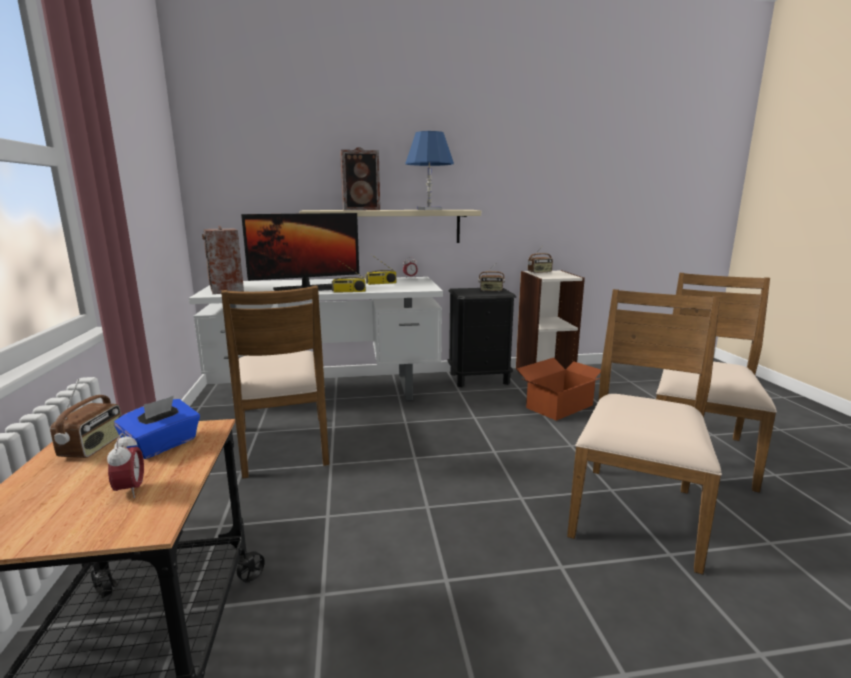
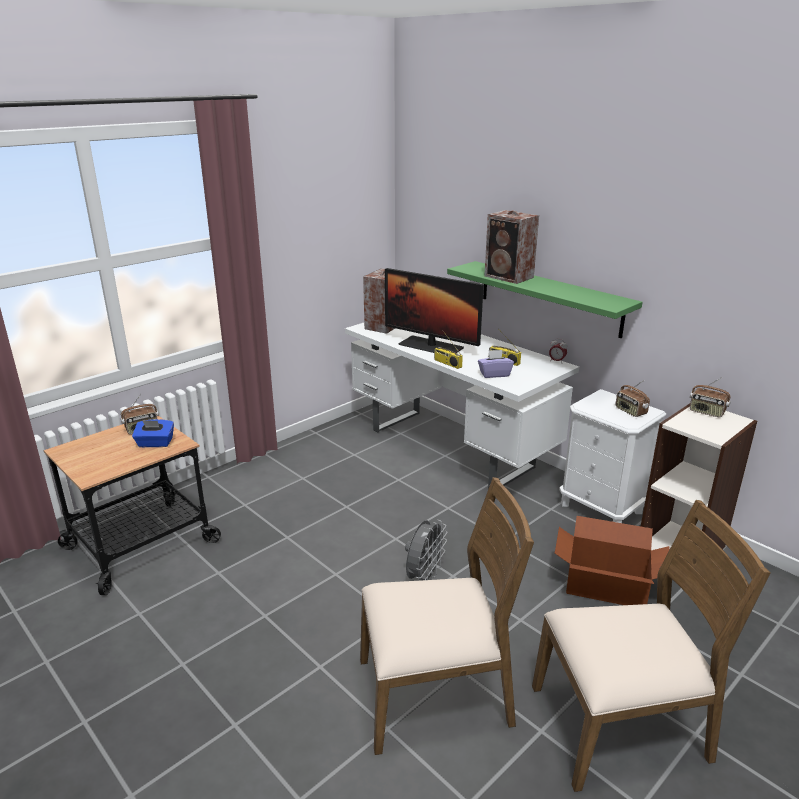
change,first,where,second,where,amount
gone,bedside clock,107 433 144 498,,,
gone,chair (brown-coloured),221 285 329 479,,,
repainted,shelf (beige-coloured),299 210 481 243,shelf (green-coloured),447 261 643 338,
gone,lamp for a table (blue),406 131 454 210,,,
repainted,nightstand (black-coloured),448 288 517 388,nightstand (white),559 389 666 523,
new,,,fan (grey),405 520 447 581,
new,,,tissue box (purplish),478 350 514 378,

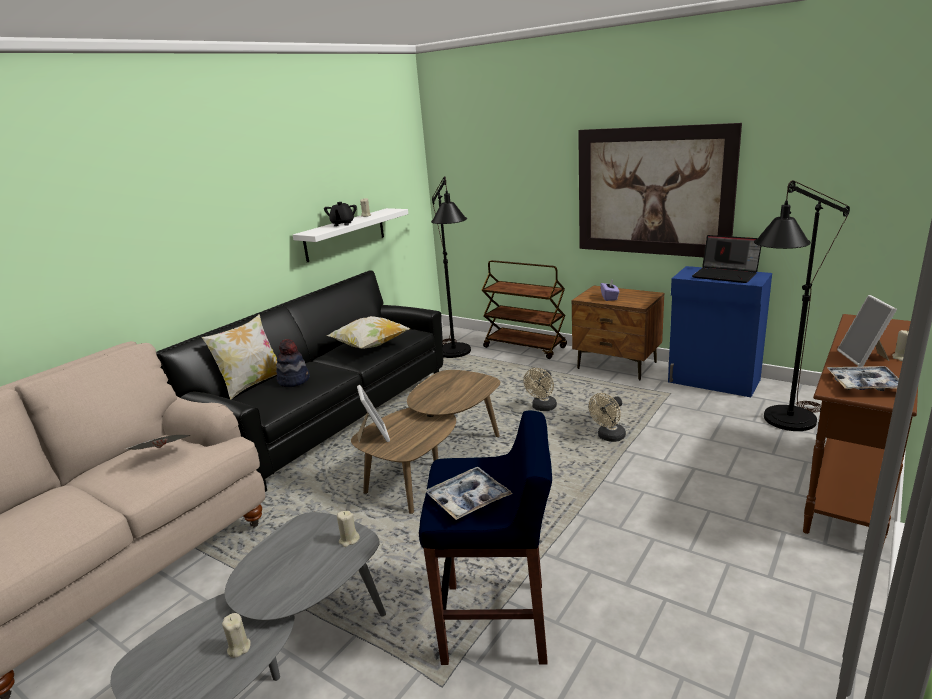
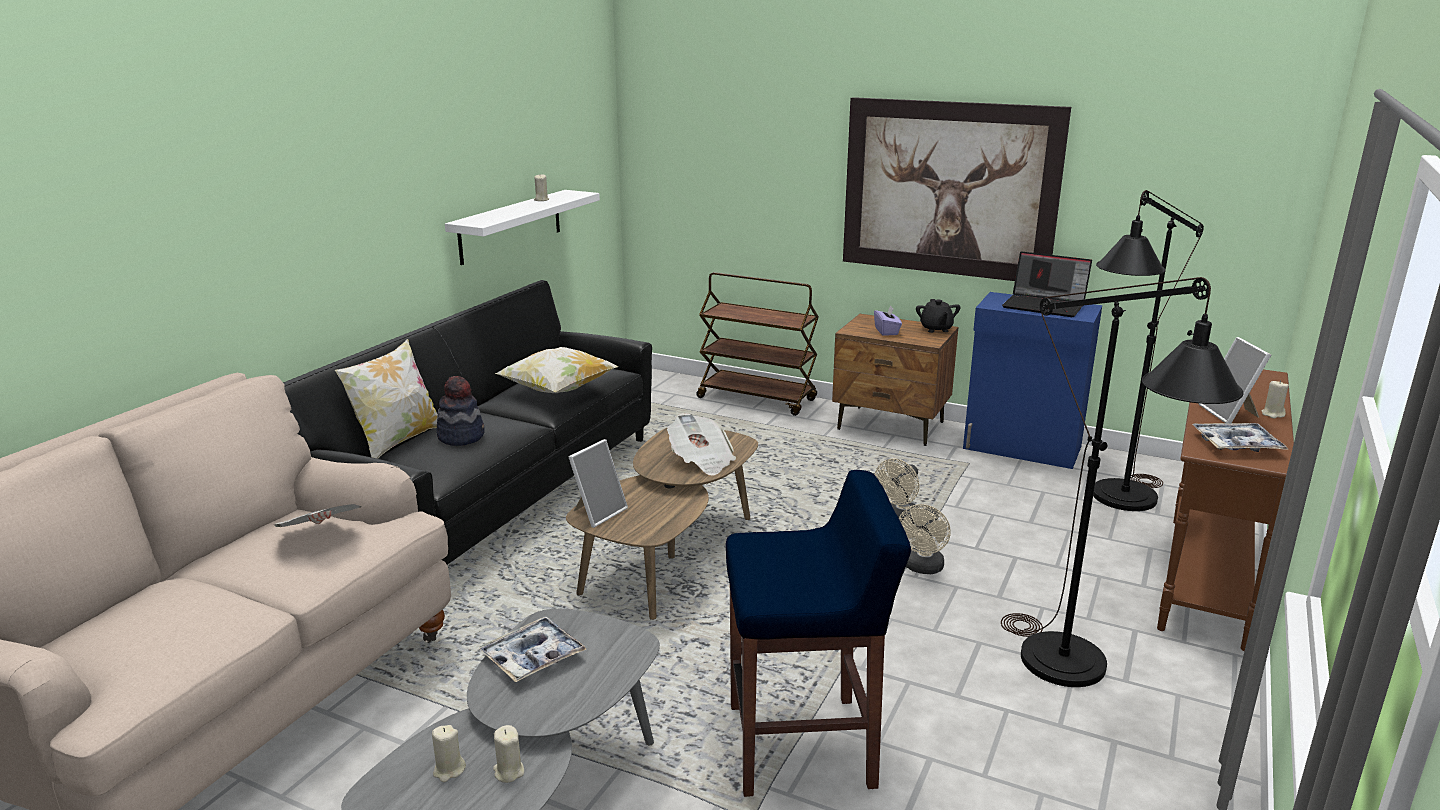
change,first,where,second,where,amount
shifted,teapot (black-coloured),324 202 357 226,,916 299 960 333,
shifted,candle (beige-coloured),337 511 360 547,,432 725 466 782,
rotated,standing frame,357 385 390 443,,569 439 628 528,60 degrees clockwise
shifted,carrying tray,425 467 513 520,,479 616 586 682,
shifted,standing lamp (black-coloured),431 176 471 358,,1001 277 1244 687,
shifted,fan (beige-coloured),523 368 557 411,,899 504 951 574,
new,,,printed paper,667 413 736 476,

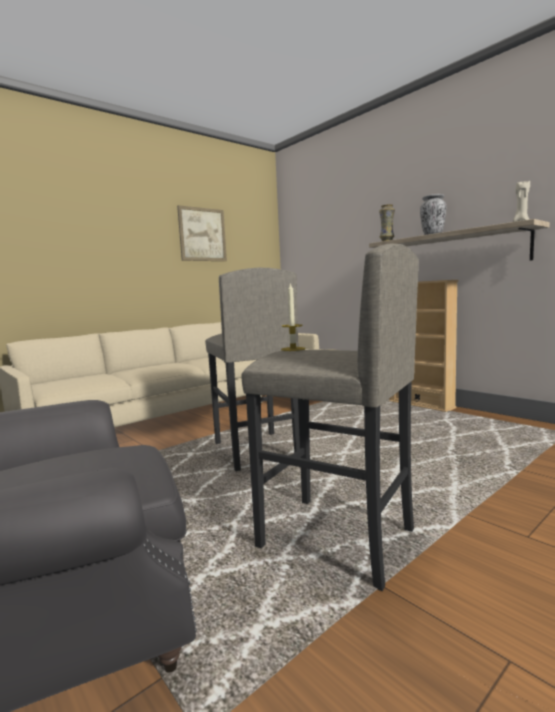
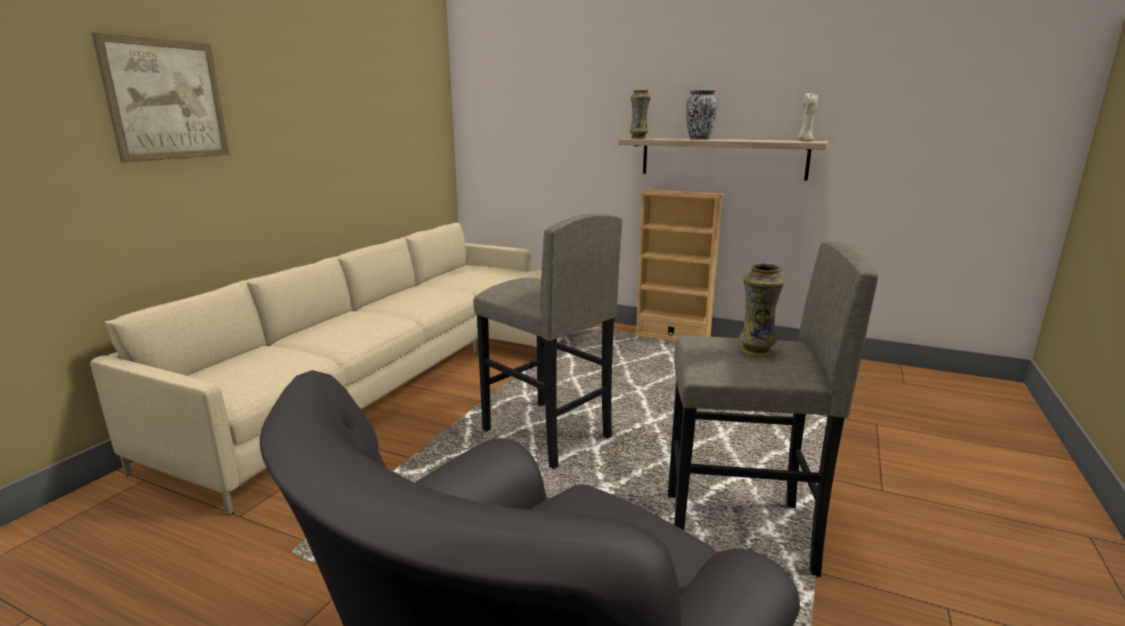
change,first,where,second,where,amount
shifted,picture,177 205 227 261,,92 32 230 163,
gone,candle,281 282 305 351,,,
new,,,decorative vase,739 263 785 357,

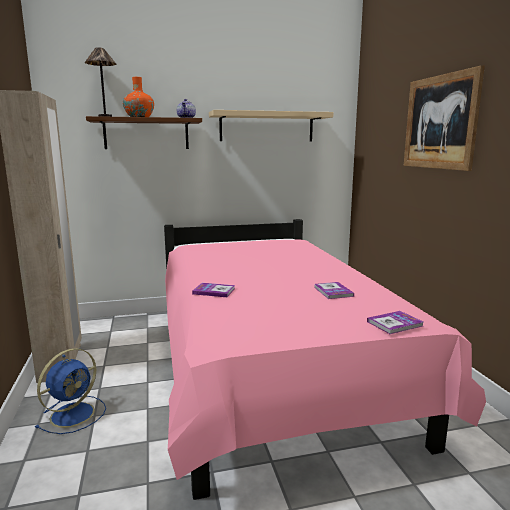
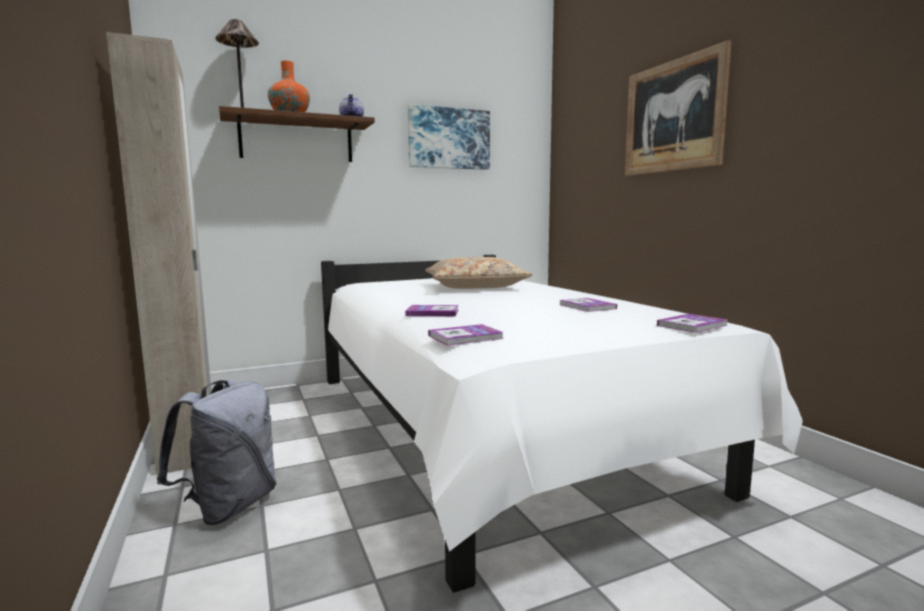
change,first,where,second,where,amount
swapped,fan (blue),35 348 106 434,backpack (grey),157 380 277 526,
repainted,bedroom bed (pink),164 219 486 500,bedroom bed (white),321 255 803 593,
swapped,shelf (beige-coloured),209 110 334 141,picture,408 104 490 170,
new,,,cushion (beige-coloured),425 257 532 289,
new,,,volume,428 324 504 346,

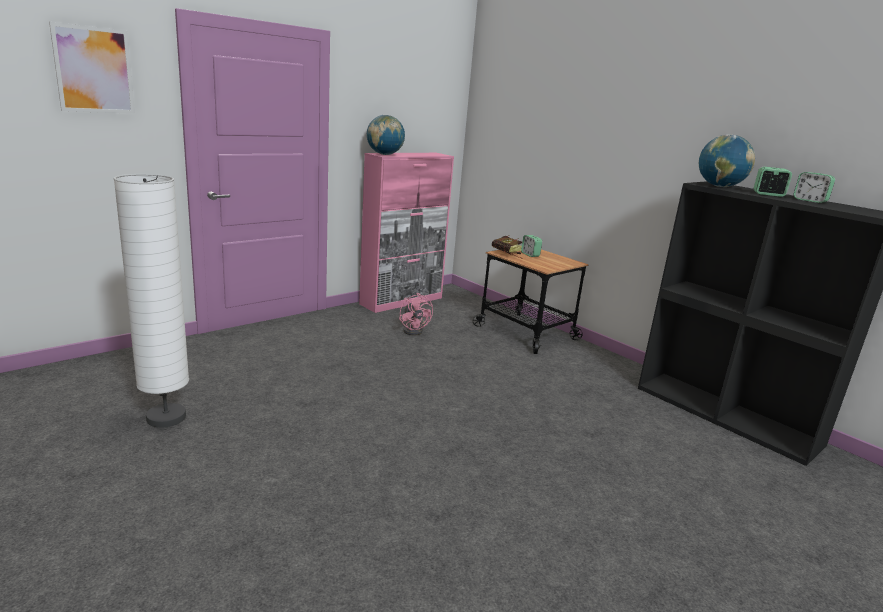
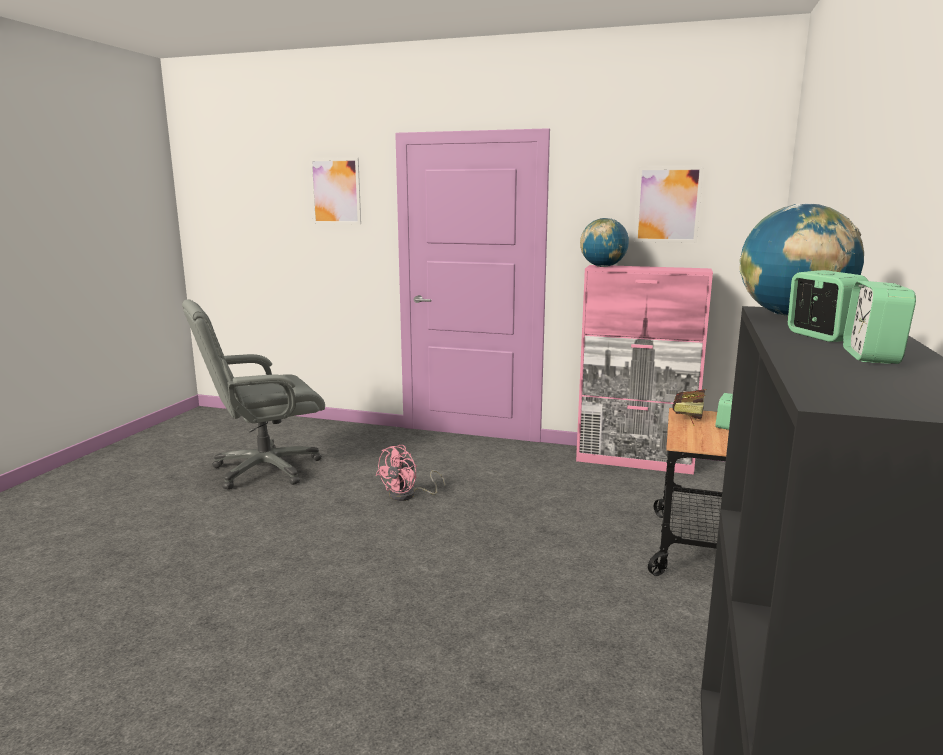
change,first,where,second,where,amount
swapped,standing lamp (white),113 174 189 428,office chair (grey),182 299 325 490,
shifted,fan (pink),399 293 433 336,,376 445 445 501,
new,,,picture,634 166 704 243,

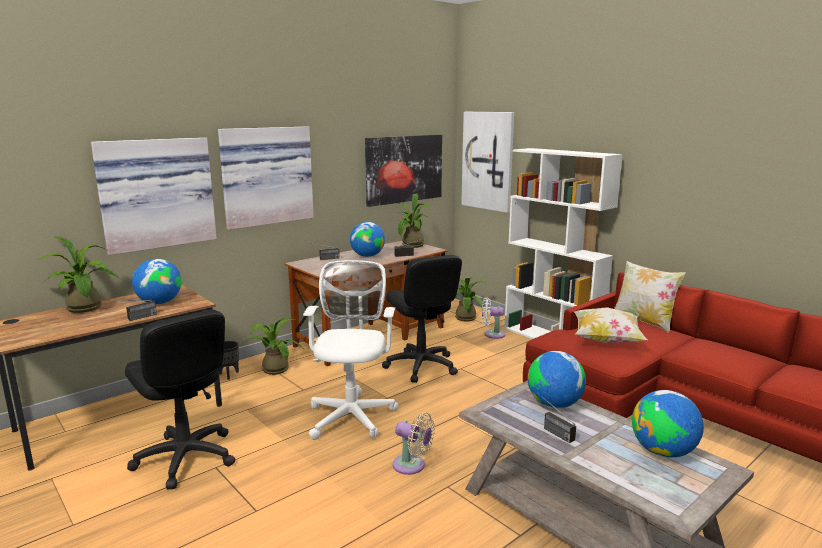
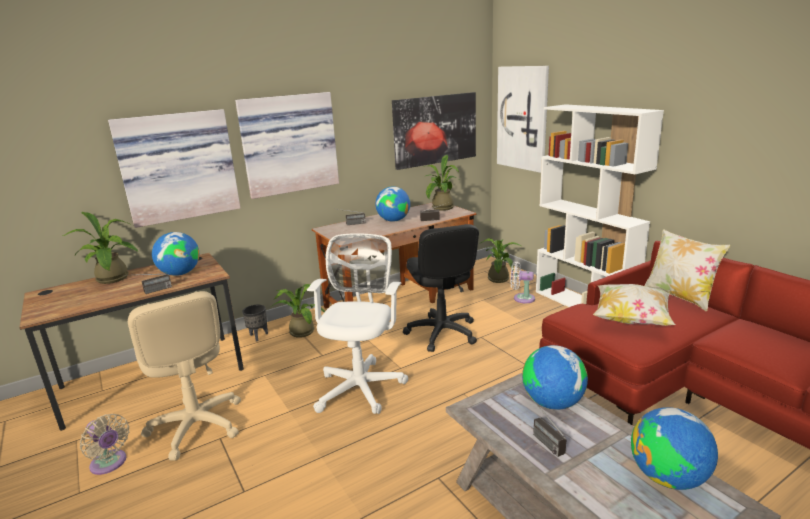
change,first,where,second,where,amount
repainted,office chair (black-coloured),125 310 235 490,office chair (beige-coloured),128 291 241 461,
shifted,fan (beige-coloured),393 413 435 475,,80 414 130 475,

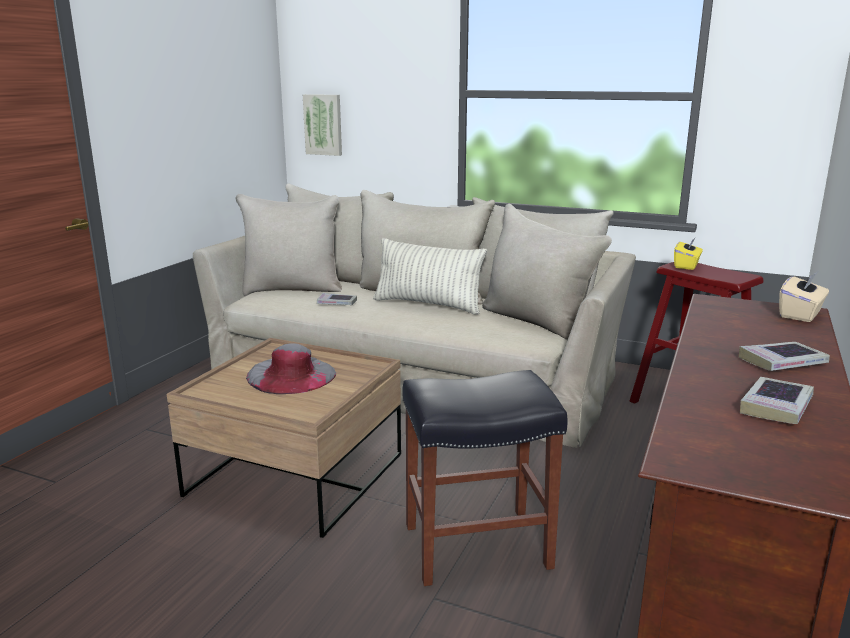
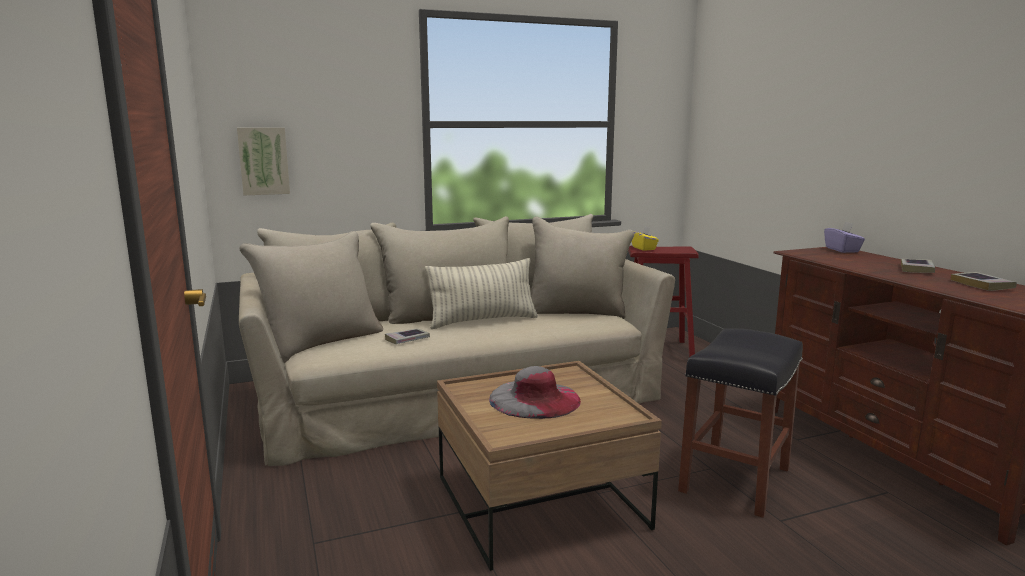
change,first,where,second,where,amount
repainted,tissue box (beige-coloured),779 272 829 322,tissue box (purplish),824 221 865 253,

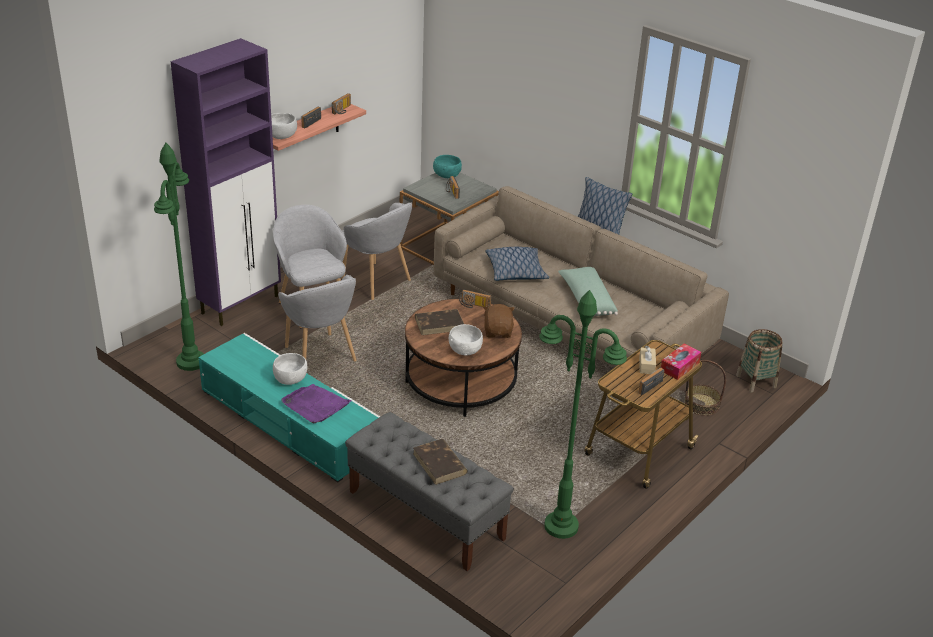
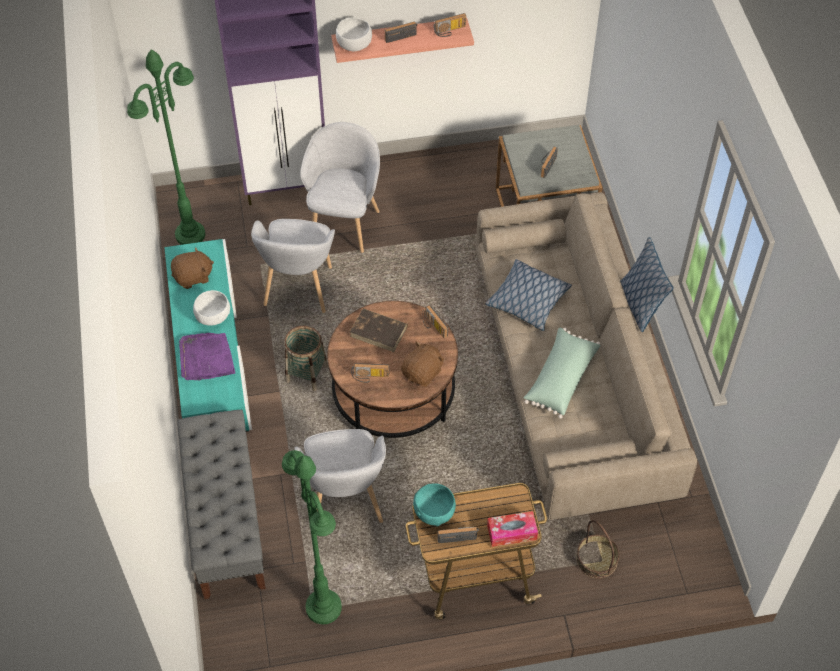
change,first,where,second,where,amount
shifted,armchair (grey),341 203 412 300,,294 429 386 523,
gone,volume (brown-coloured),413 439 468 485,,,
shifted,serving bowl (blue-green),433 155 462 178,,413 483 456 527,
swapped,serving bowl (white),449 324 483 356,radio,351 363 389 383,
gone,tissue box (beige-coloured),639 346 656 374,,,
shifted,household basket,736 329 782 393,,284 326 328 391,
new,,,cuddly toy (brown-coloured),171 247 214 289,

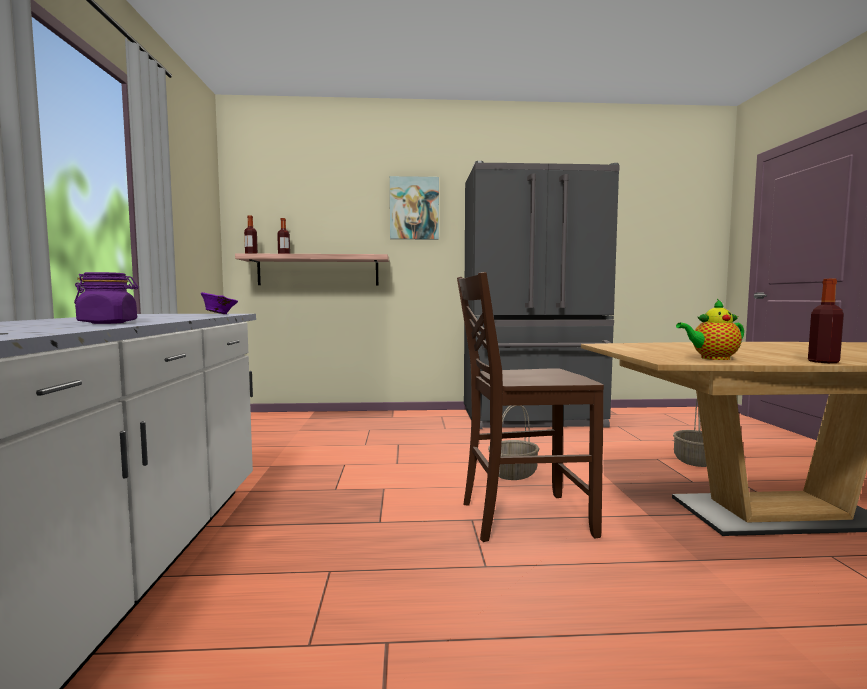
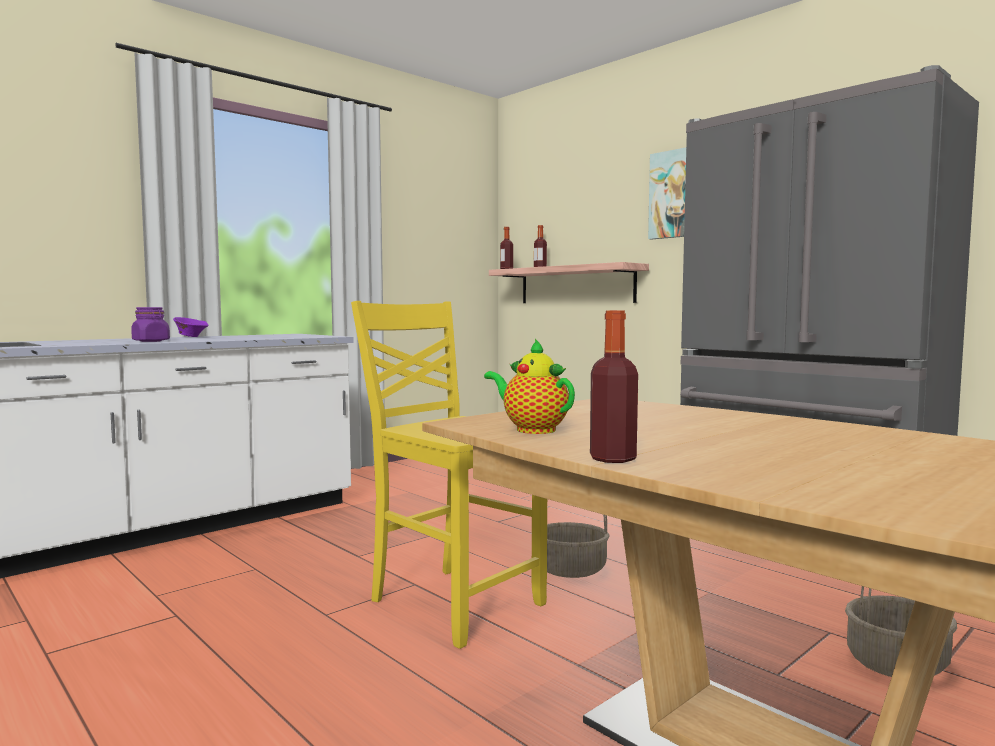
change,first,where,second,where,amount
shifted,serving bowl (purplish),201 292 238 314,,173 317 209 337,
repainted,chair (brown-coloured),457 272 604 542,chair (yellow-coloured),351 301 547 649,

